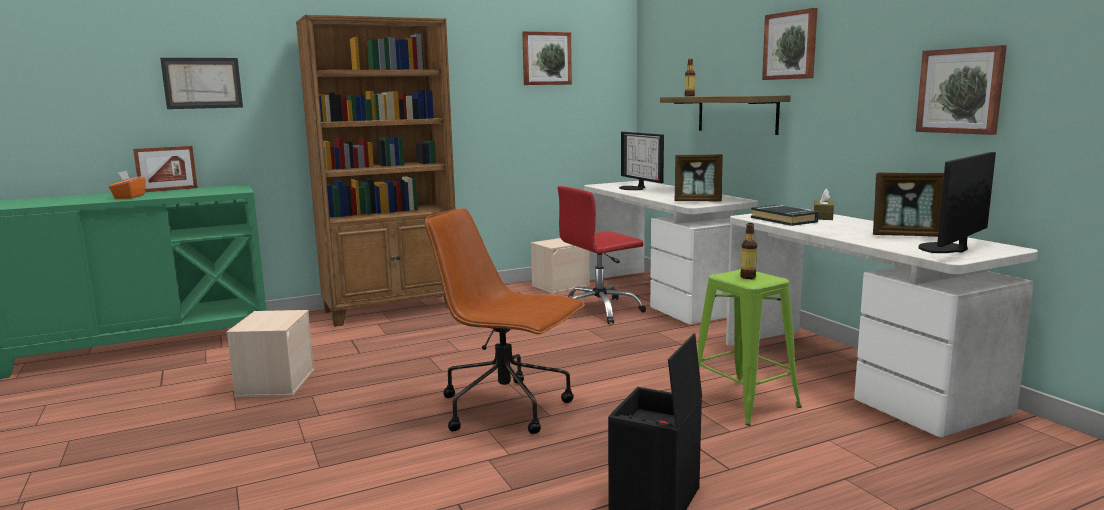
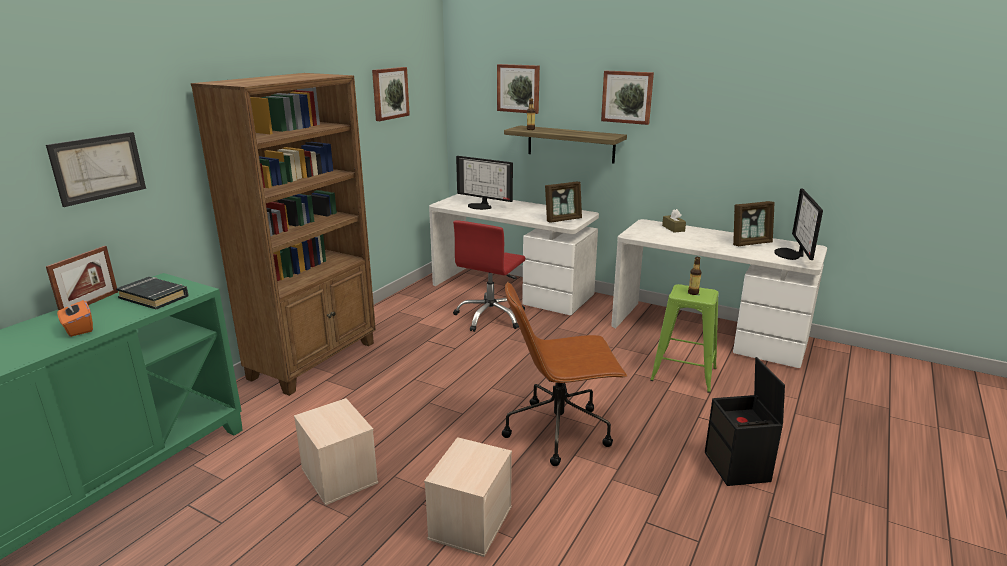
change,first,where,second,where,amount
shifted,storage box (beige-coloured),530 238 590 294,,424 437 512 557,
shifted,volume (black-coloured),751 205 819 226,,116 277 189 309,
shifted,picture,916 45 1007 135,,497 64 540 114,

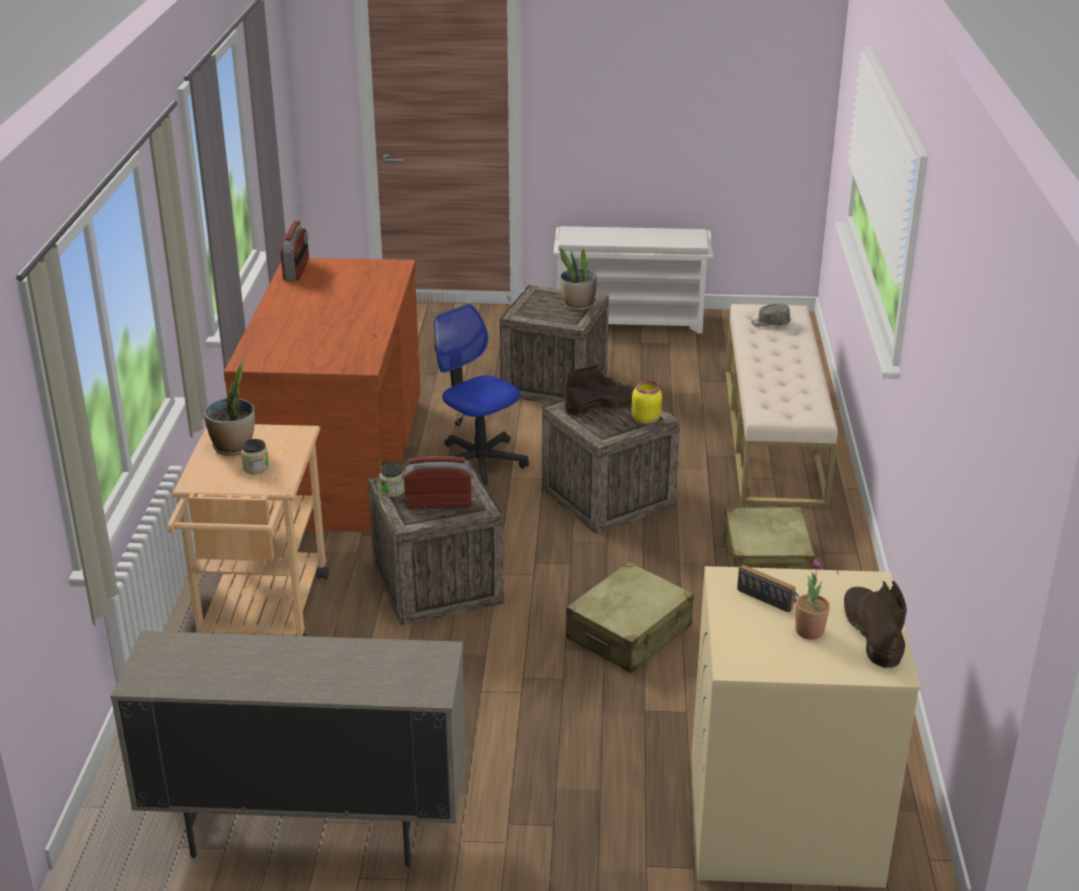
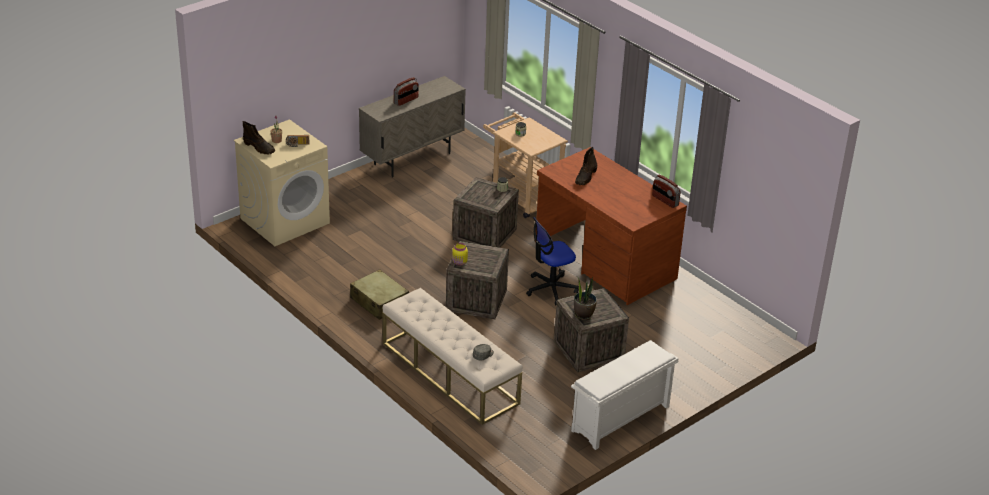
change,first,where,second,where,amount
gone,plant in a pot,204 361 255 456,,,
shifted,radio,402 456 473 509,,394 77 419 106,
rotated,office chair,434 304 529 485,,526 217 579 305,150 degrees clockwise
shifted,boot (brown-coloured),564 363 636 415,,575 147 597 185,
gone,piece of luggage (beige-coloured),566 561 694 673,,,

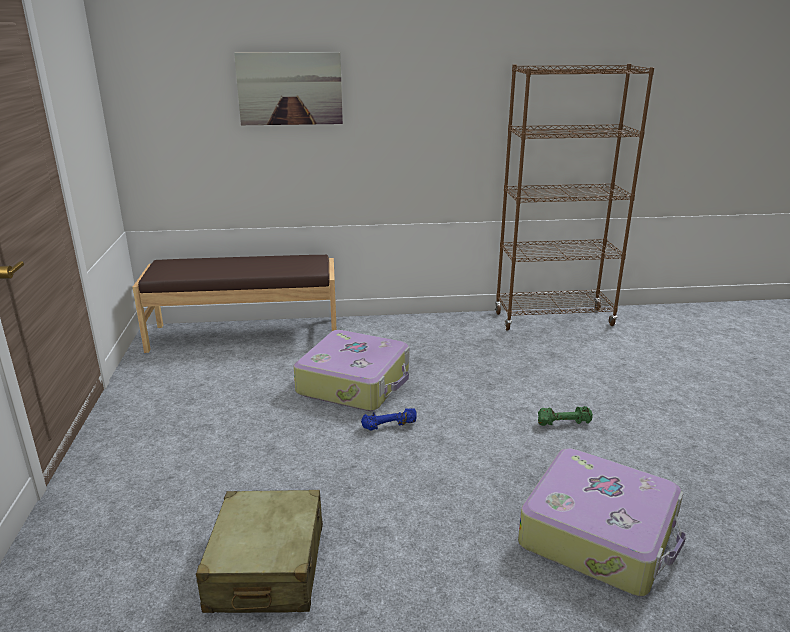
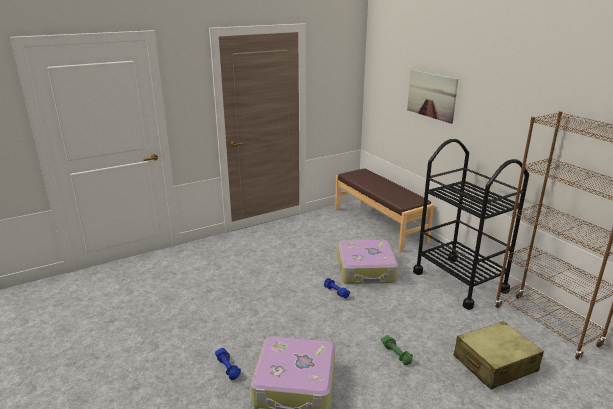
change,first,where,second,where,amount
shifted,piece of luggage (beige-coloured),196 490 323 613,,454 321 544 390,
new,,,free weight (blue),215 348 241 380,
new,,,cart (black-coloured),413 139 529 310,

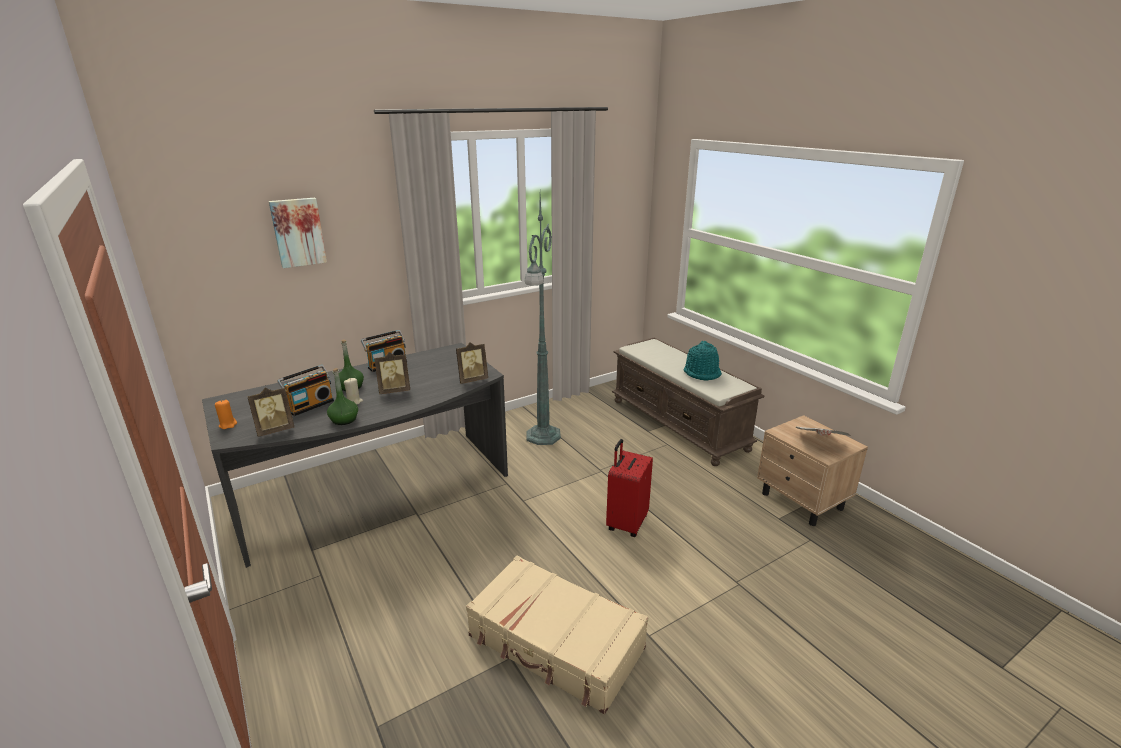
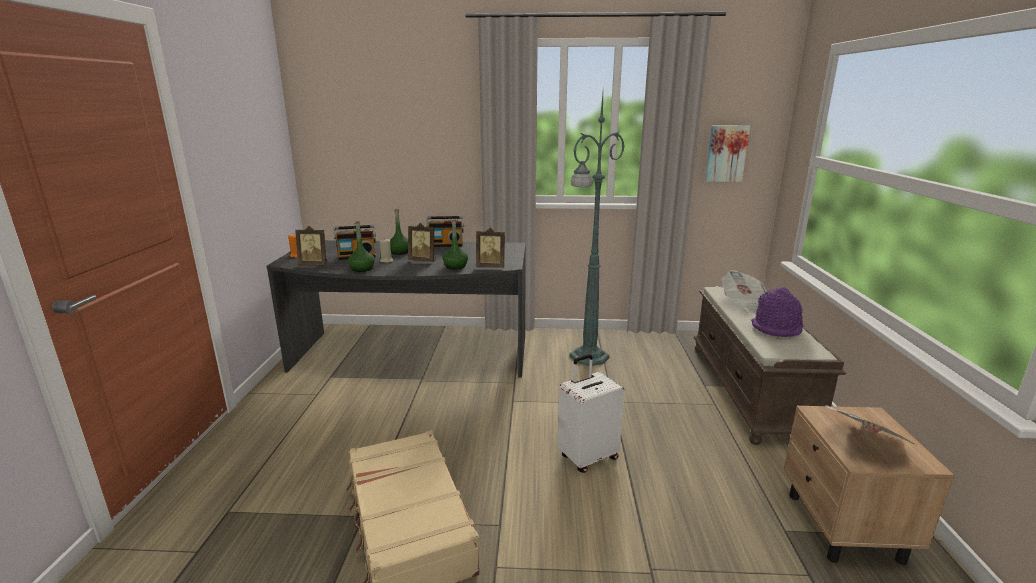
change,first,where,second,where,amount
shifted,picture,269 198 327 268,,705 126 750 182,
repainted,piece of luggage (reddish),606 439 653 537,piece of luggage (white),558 354 624 473,
repainted,hat (blue-green),684 341 722 381,hat (purplish),751 287 803 337,
new,,,beverage bottle (green-coloured),443 219 468 270,
new,,,printed paper,721 270 767 315,

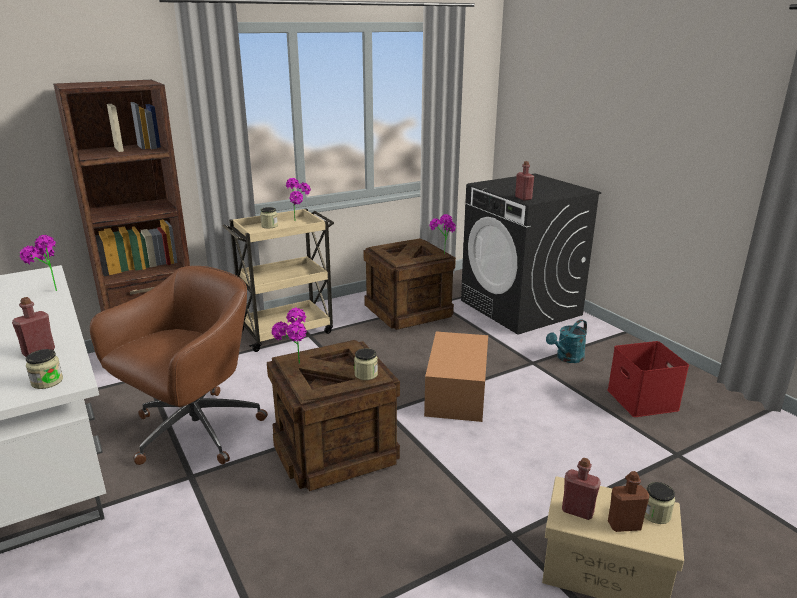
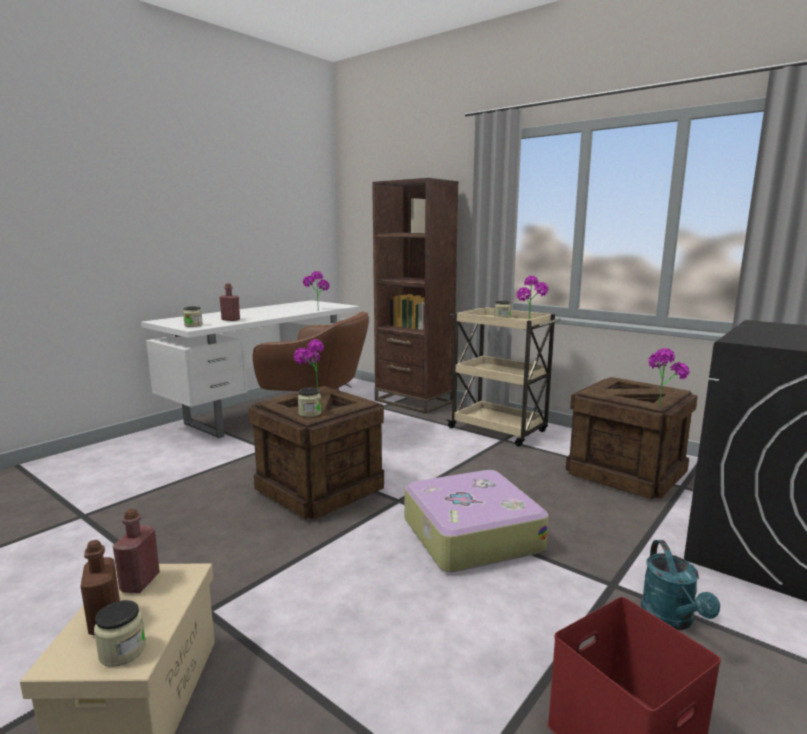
change,first,where,second,where,amount
swapped,cardboard box,424 331 488 422,piece of luggage,404 470 548 572,
gone,beverage bottle (reddish),515 161 534 201,,,
rotated,sprinkling can (blue-green),546 319 587 363,,641 540 720 630,120 degrees counterclockwise

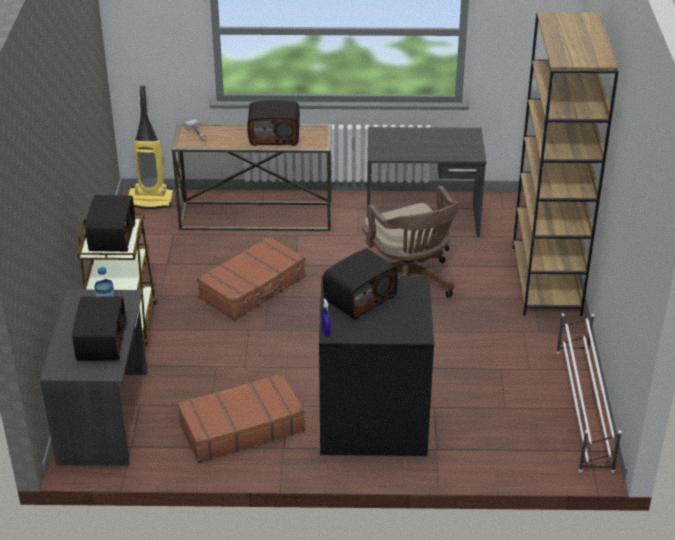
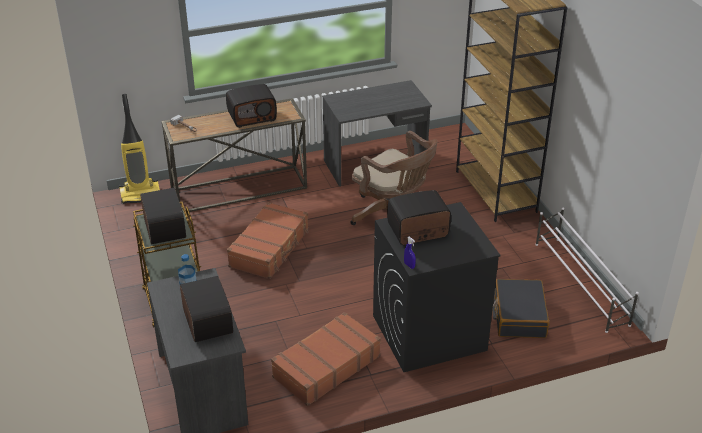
change,first,where,second,where,amount
rotated,radio,323 248 398 319,,387 190 451 245,135 degrees counterclockwise
new,,,piece of luggage (black-coloured),493 279 549 338,

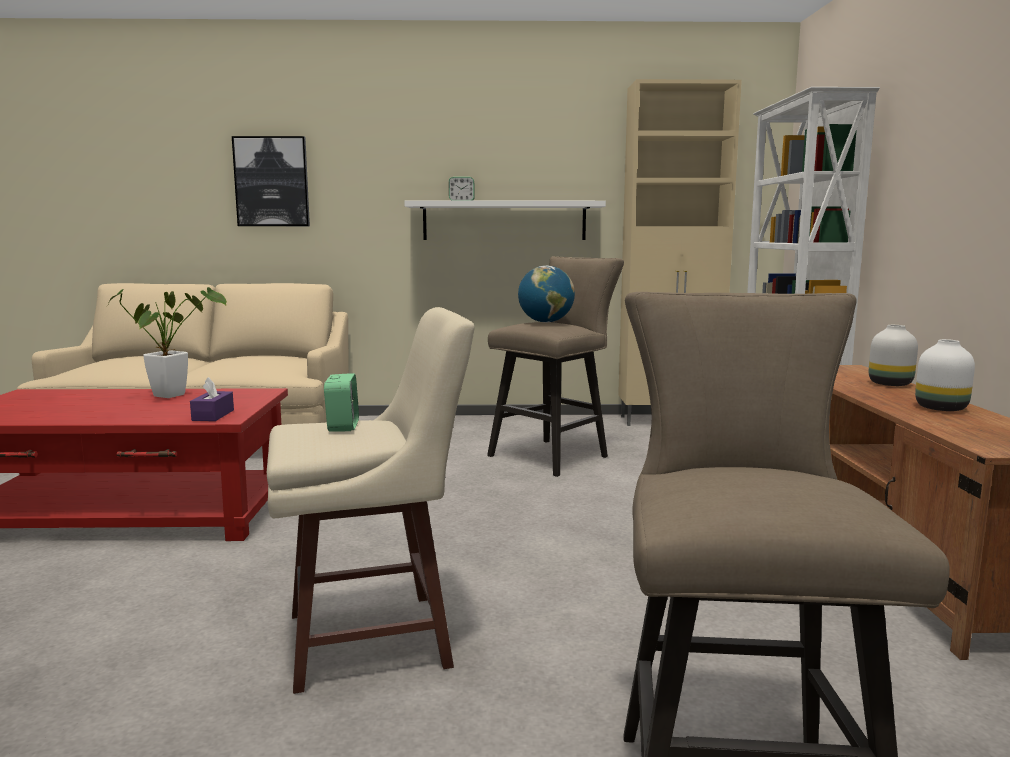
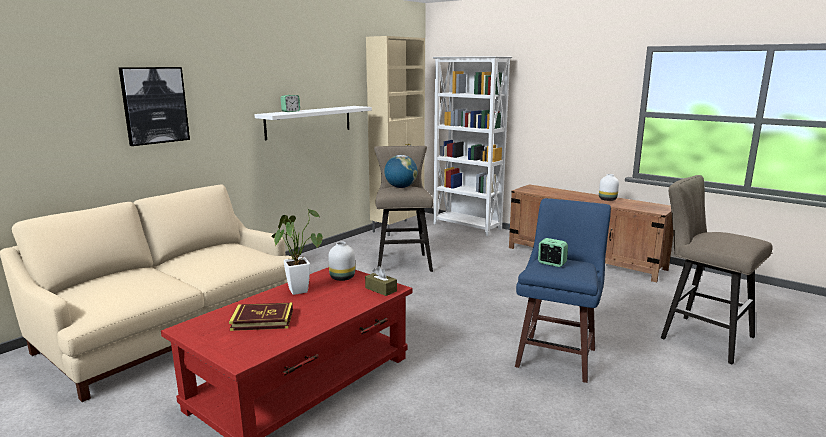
change,first,where,second,where,amount
repainted,tissue box (purplish),190 377 234 421,tissue box (brown-coloured),365 266 397 296,
repainted,stool seat (beige-coloured),267 307 475 694,stool seat (blue),515 198 611 383,
shifted,decorative vase (white),869 325 918 386,,328 242 355 281,
new,,,volume,229 303 293 331,

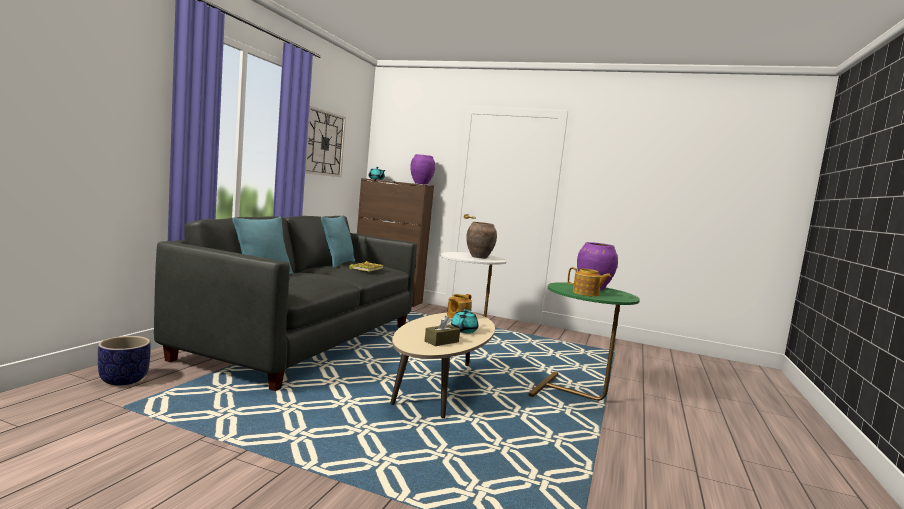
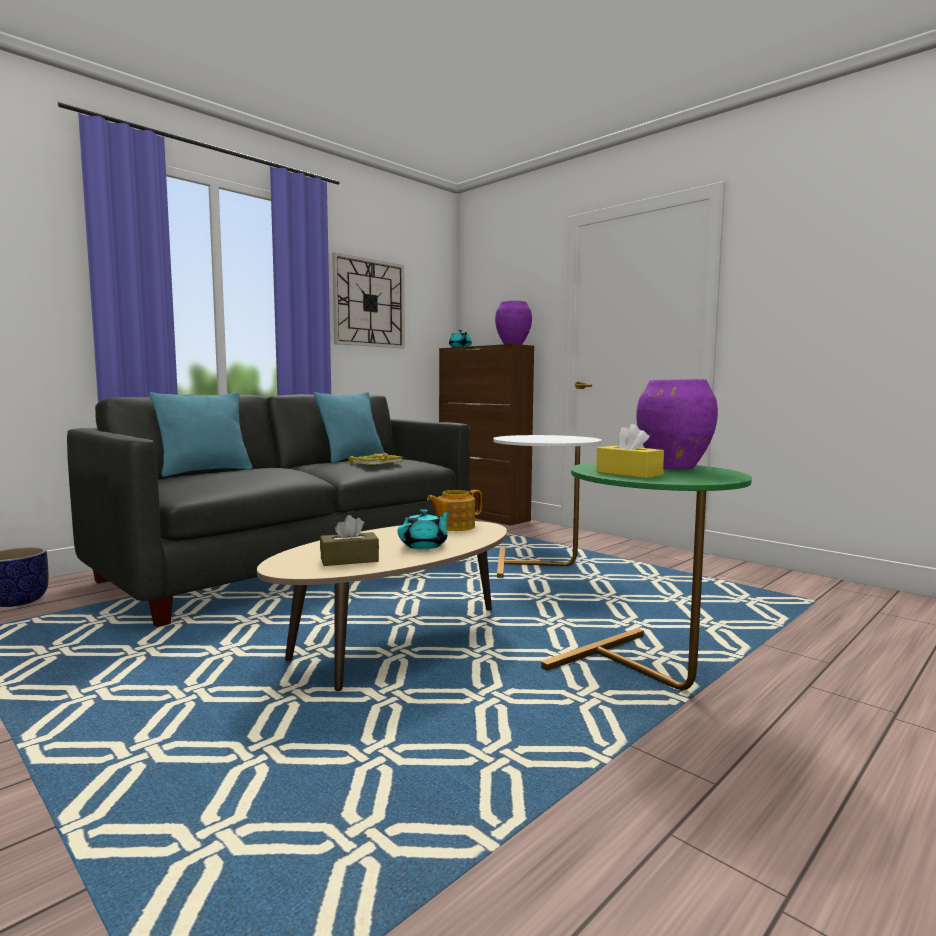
change,first,where,second,where,amount
gone,decorative vase (brown-coloured),466 222 497 259,,,
swapped,teapot,567 267 611 297,tissue box (yellow-coloured),596 424 664 478,

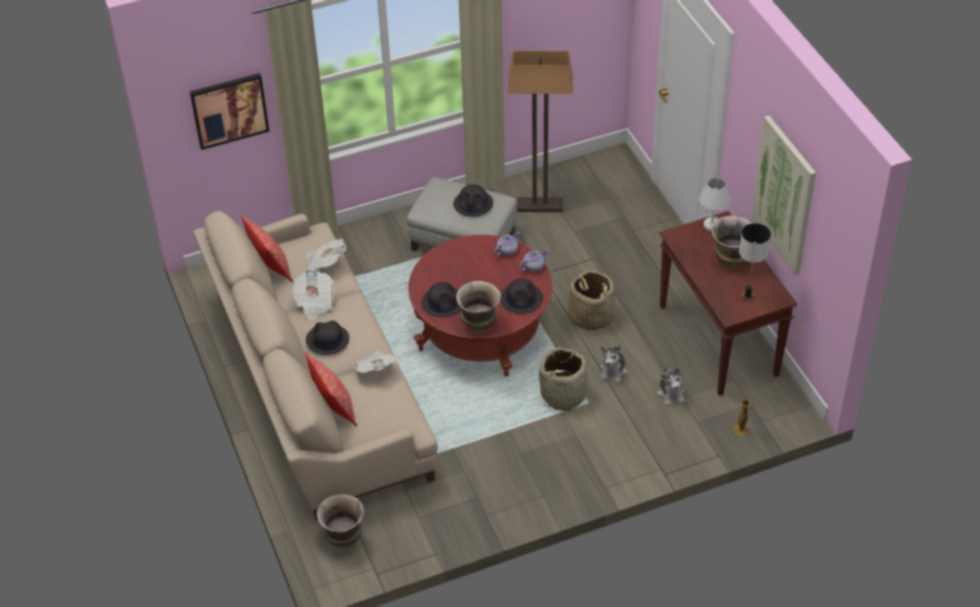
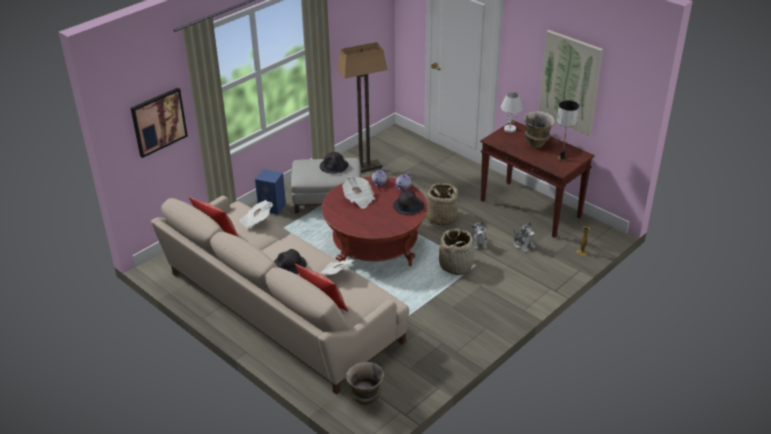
change,first,where,second,where,amount
shifted,printed paper,292 268 334 319,,342 176 375 209,
gone,hat (black-coloured),422 282 462 317,,,
gone,decorative vase,456 281 501 334,,,
new,,,audio speaker (blue),255 169 286 215,

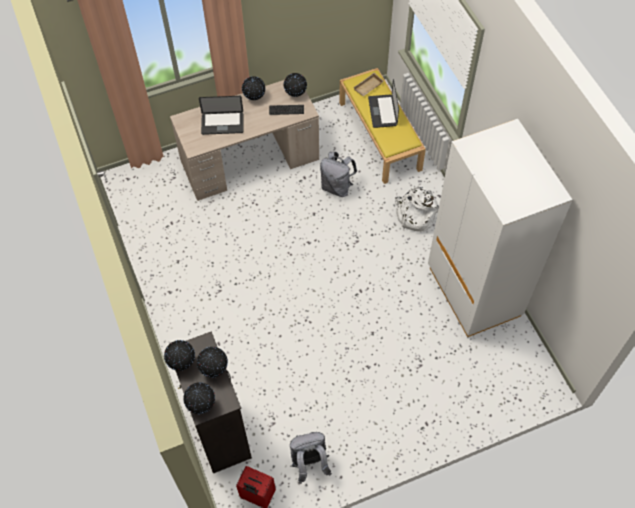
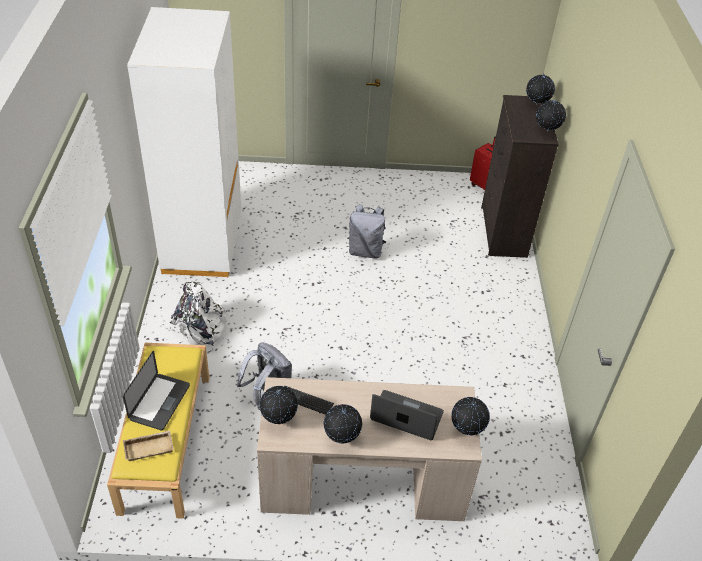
change,first,where,second,where,amount
shifted,desk globe,197 347 228 377,,451 397 490 436,
shifted,backpack (grey),290 432 332 484,,347 205 386 258,

